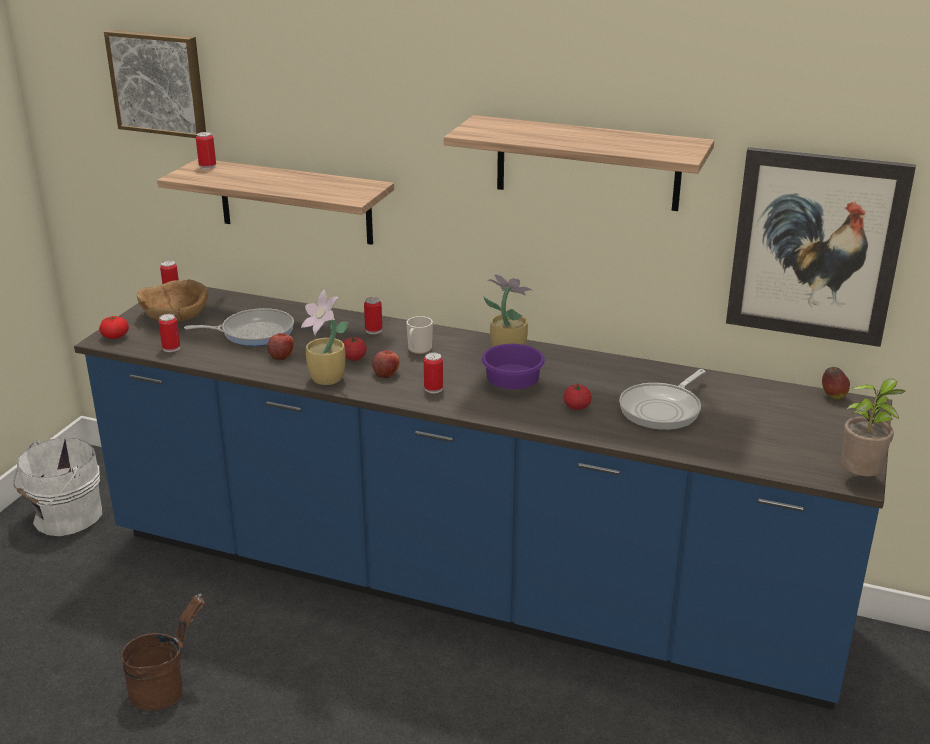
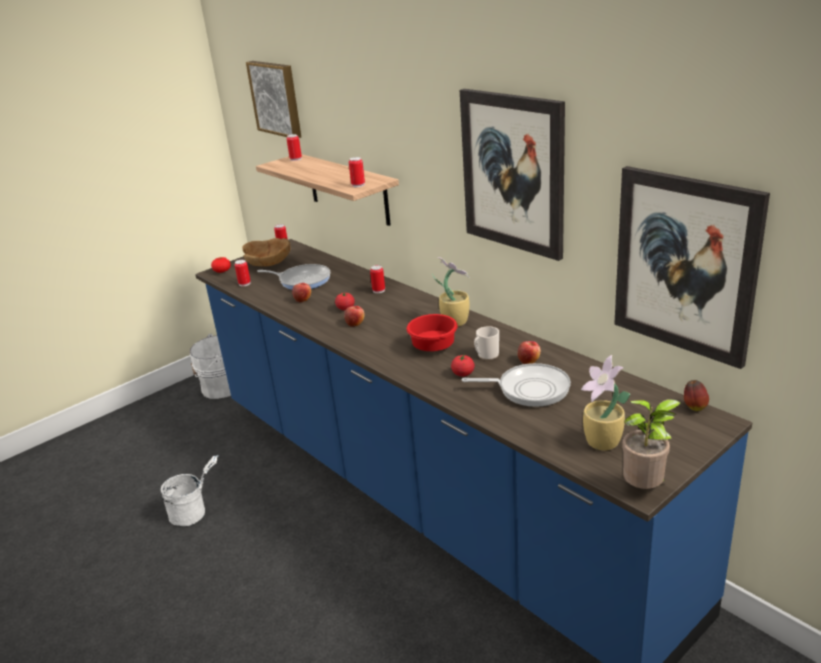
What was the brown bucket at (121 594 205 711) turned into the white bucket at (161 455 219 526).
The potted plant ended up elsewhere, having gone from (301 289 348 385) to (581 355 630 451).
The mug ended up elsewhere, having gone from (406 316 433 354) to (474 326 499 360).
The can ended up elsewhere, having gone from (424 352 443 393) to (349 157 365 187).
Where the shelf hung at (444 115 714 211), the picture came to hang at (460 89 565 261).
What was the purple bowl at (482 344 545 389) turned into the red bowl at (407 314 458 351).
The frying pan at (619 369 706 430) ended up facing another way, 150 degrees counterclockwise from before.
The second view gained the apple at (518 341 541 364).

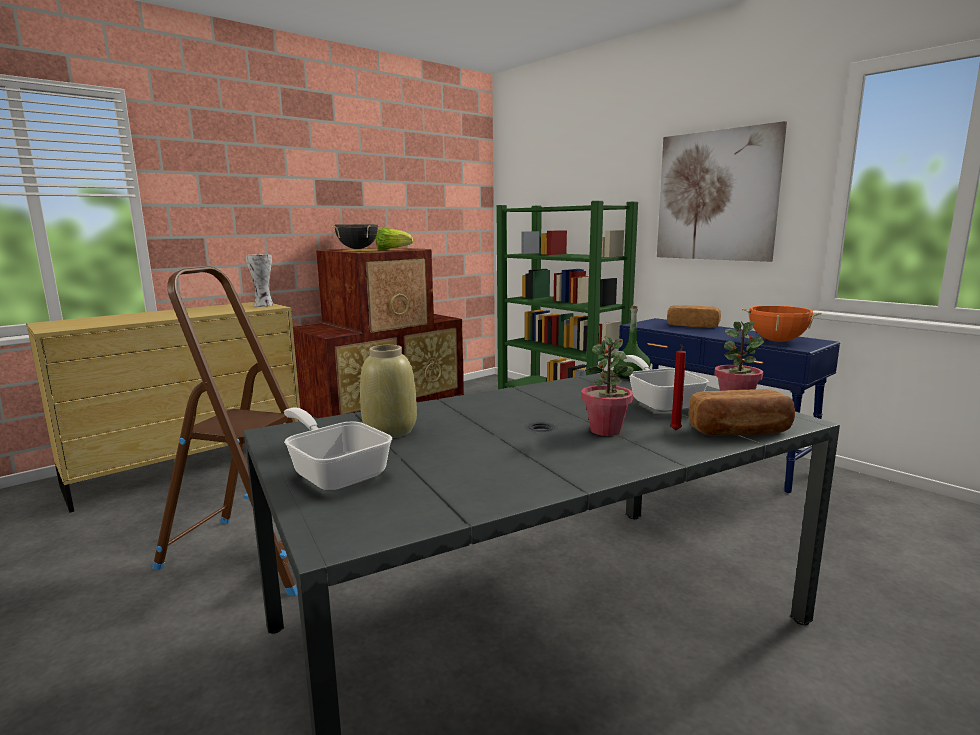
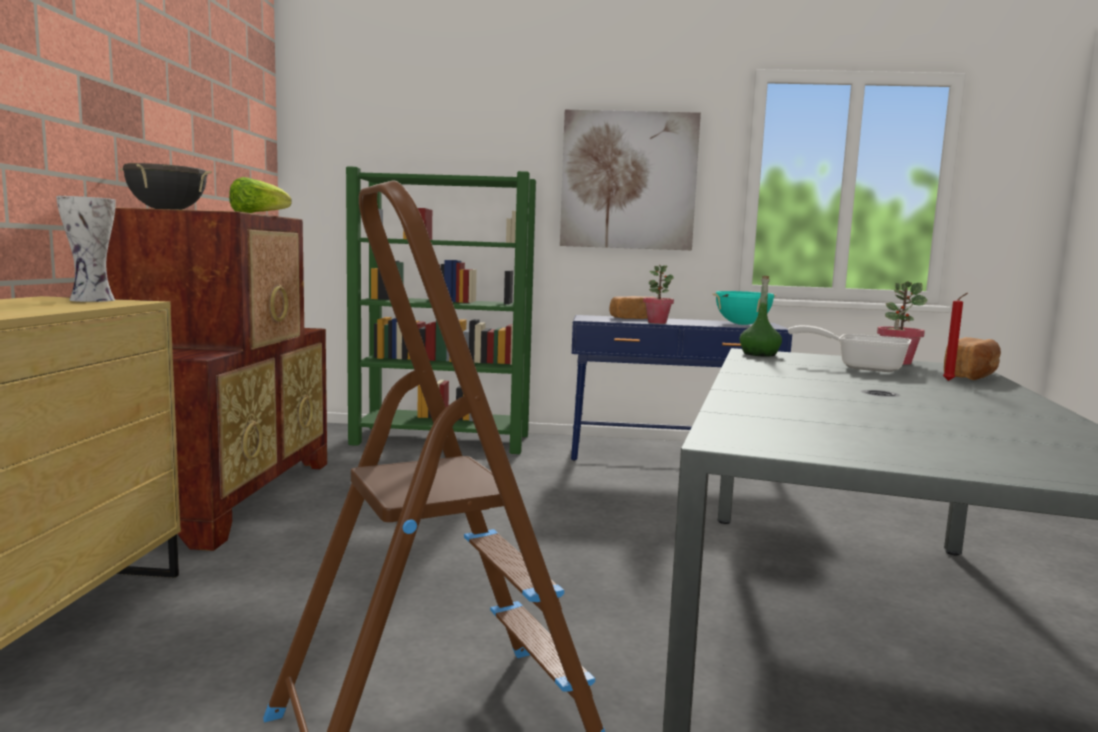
The second view lost the frying pan at (284 407 392 491).
The second view lost the beige vase at (360 345 417 438).
The potted plant ended up elsewhere, having gone from (581 337 633 436) to (643 265 674 324).
What was the orange cooking pot at (742 305 822 342) turned into the turquoise cooking pot at (712 291 776 325).

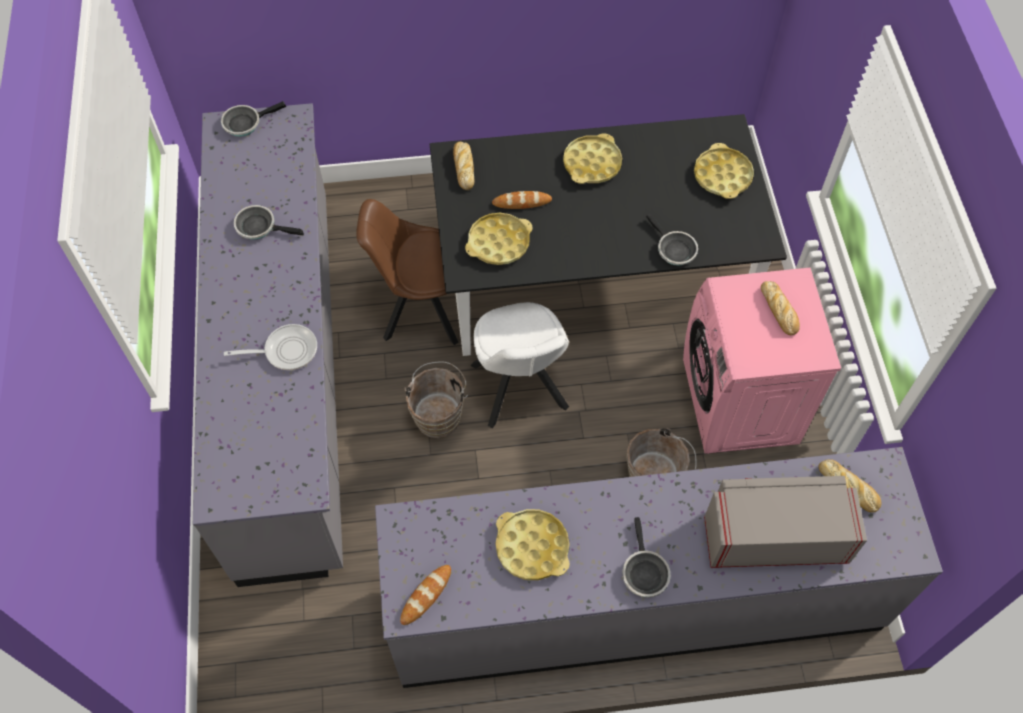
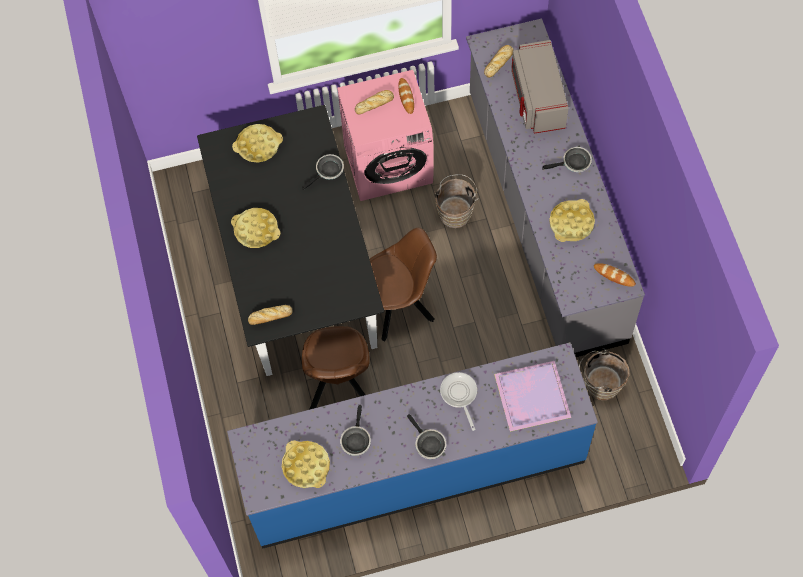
What was the grey counter at (193 103 343 587) turned into the blue counter at (227 342 598 549).
The frying pan ended up elsewhere, having gone from (221 101 286 137) to (407 414 446 459).
The brown bucket ended up elsewhere, having gone from (404 361 468 438) to (579 348 630 400).
The yellow tray ended up elsewhere, having gone from (465 213 532 265) to (282 440 330 488).
What was the white chair at (470 302 569 428) turned into the brown chair at (370 228 437 341).
The bread ended up elsewhere, having gone from (492 191 552 209) to (398 78 414 114).
The second view gained the purple tray at (494 361 571 432).

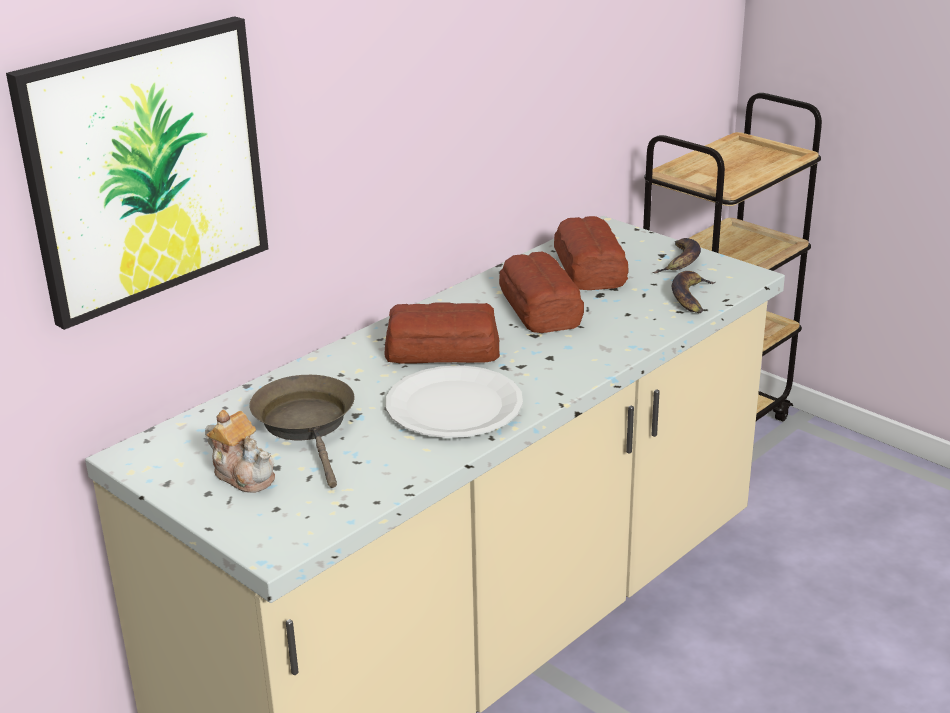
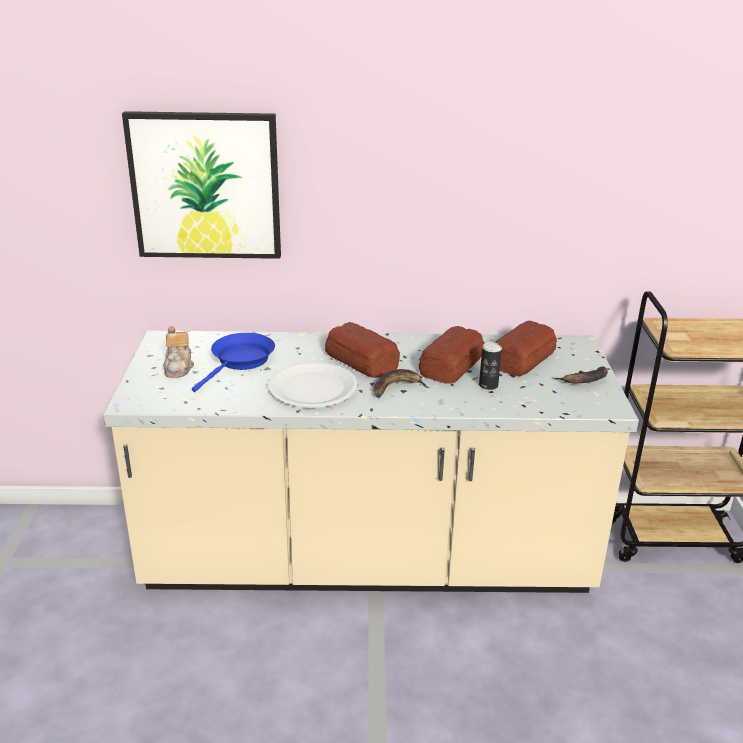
What was the brown frying pan at (249 375 355 488) turned into the blue frying pan at (192 333 275 392).
The banana ended up elsewhere, having gone from (672 271 715 313) to (373 369 429 398).
The second view gained the can at (479 342 502 390).

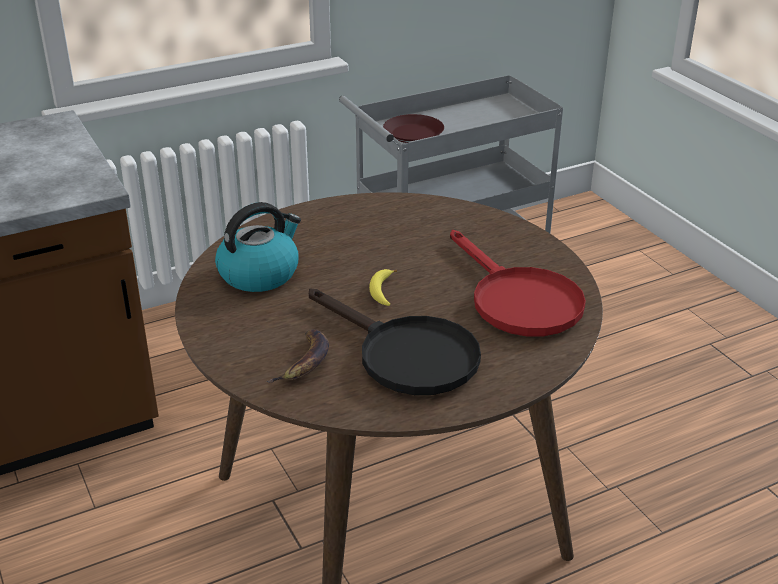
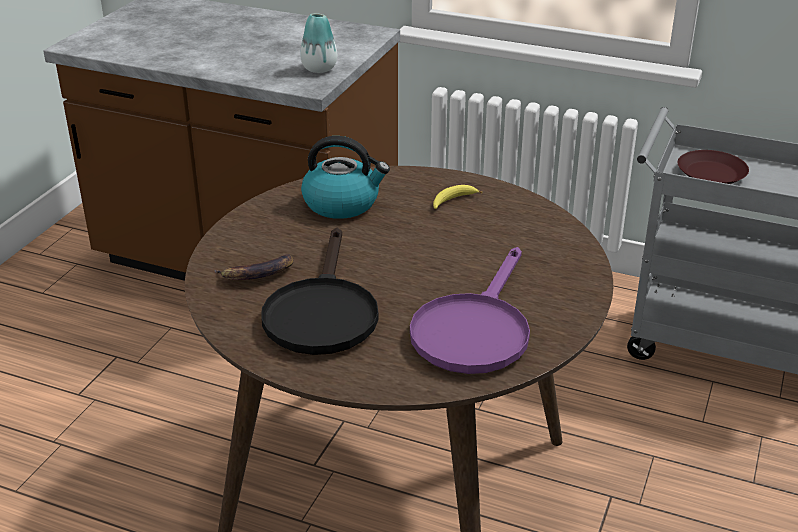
The banana ended up elsewhere, having gone from (369 269 397 306) to (433 185 482 209).
What was the red frying pan at (450 230 586 336) turned into the purple frying pan at (410 247 530 374).
The second view gained the vase at (301 13 337 73).

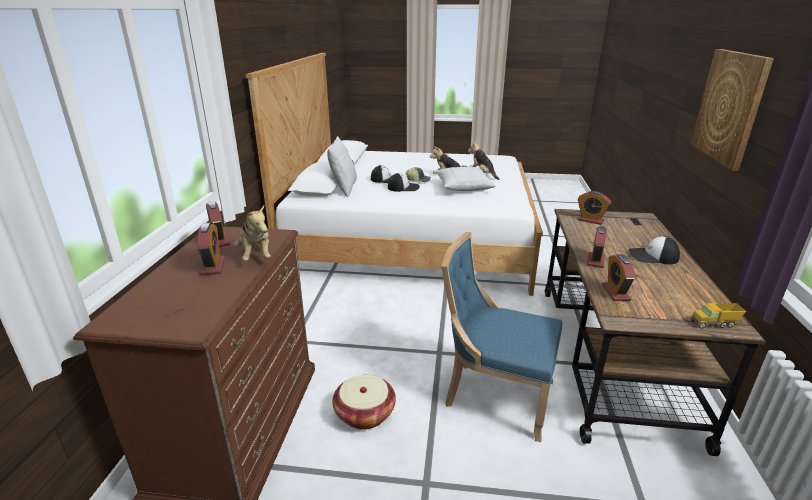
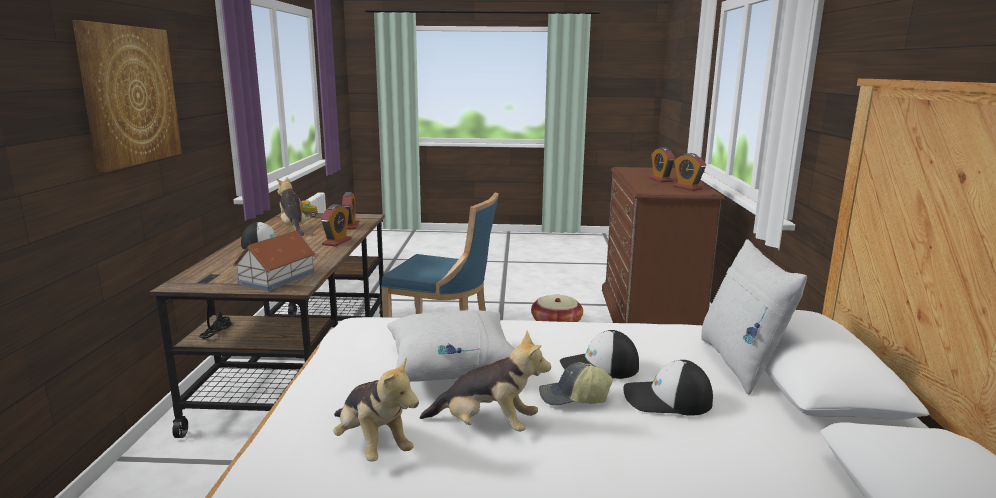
The plush toy ended up elsewhere, having gone from (233 205 271 261) to (277 178 310 236).
Where the alarm clock stood at (577 191 611 225), the toy house came to stand at (233 231 315 291).

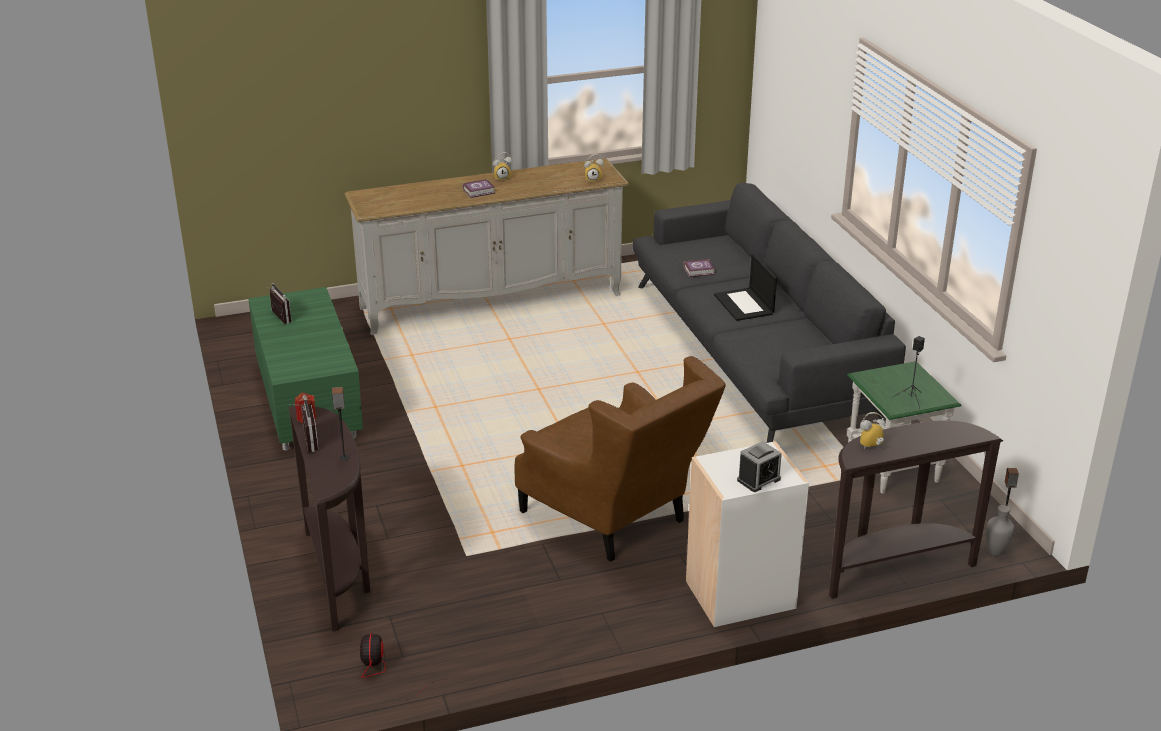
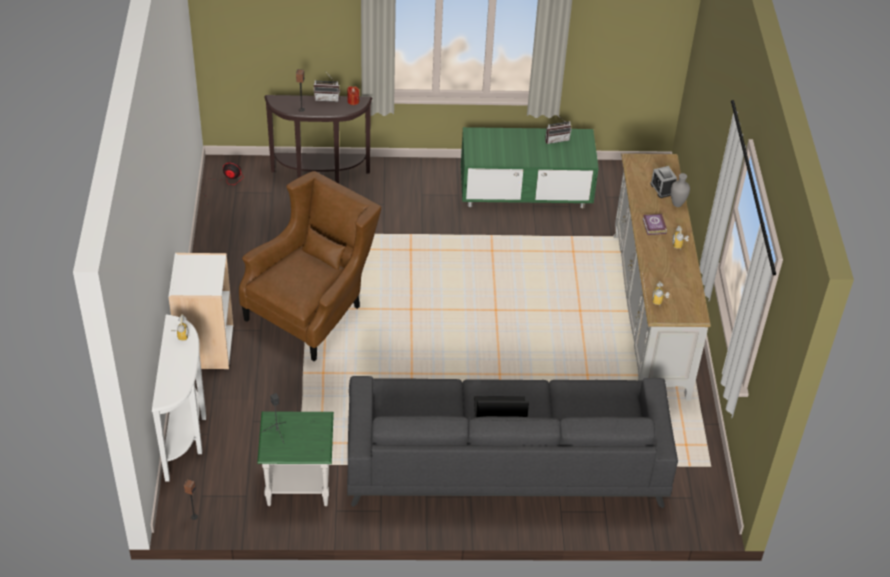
The brown armchair at (515 356 726 562) ended up facing another way, 150 degrees clockwise from before.
The second view lost the book at (684 259 715 277).
The alarm clock ended up elsewhere, having gone from (737 441 782 492) to (650 166 677 198).
What was the brown console table at (829 420 1003 599) turned into the white console table at (152 314 206 481).
The grey vase ended up elsewhere, having gone from (986 505 1015 556) to (671 173 690 207).

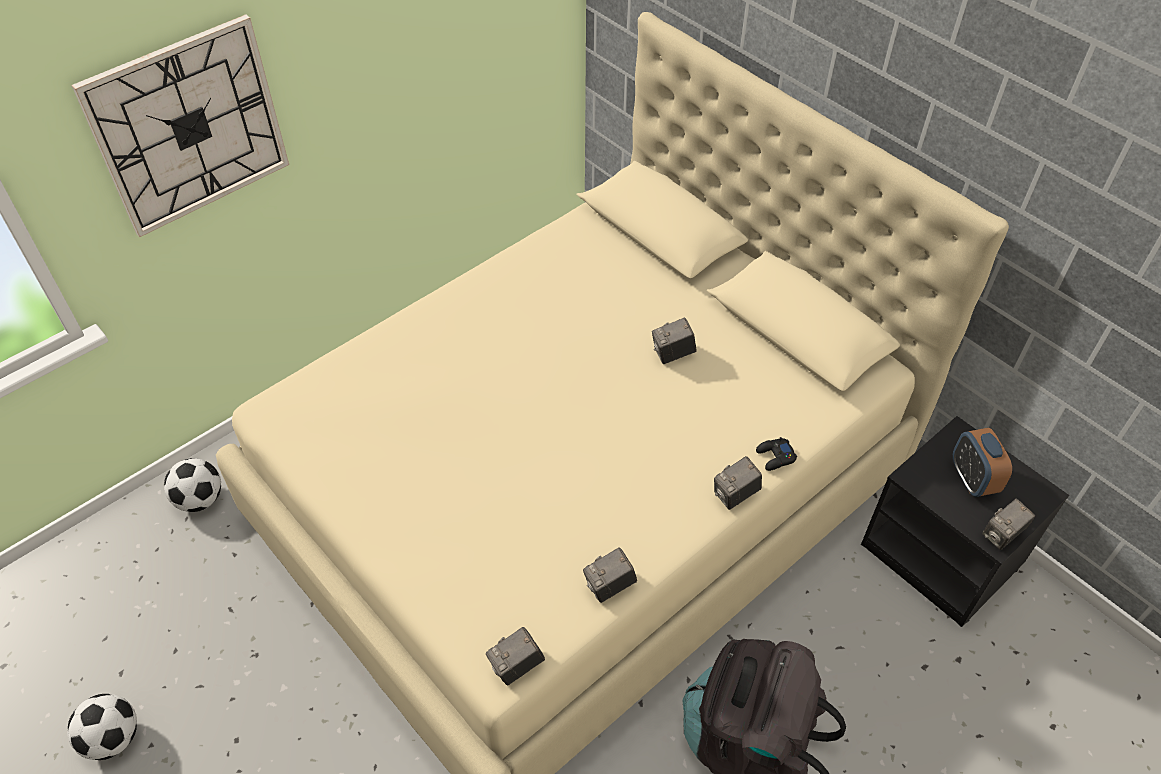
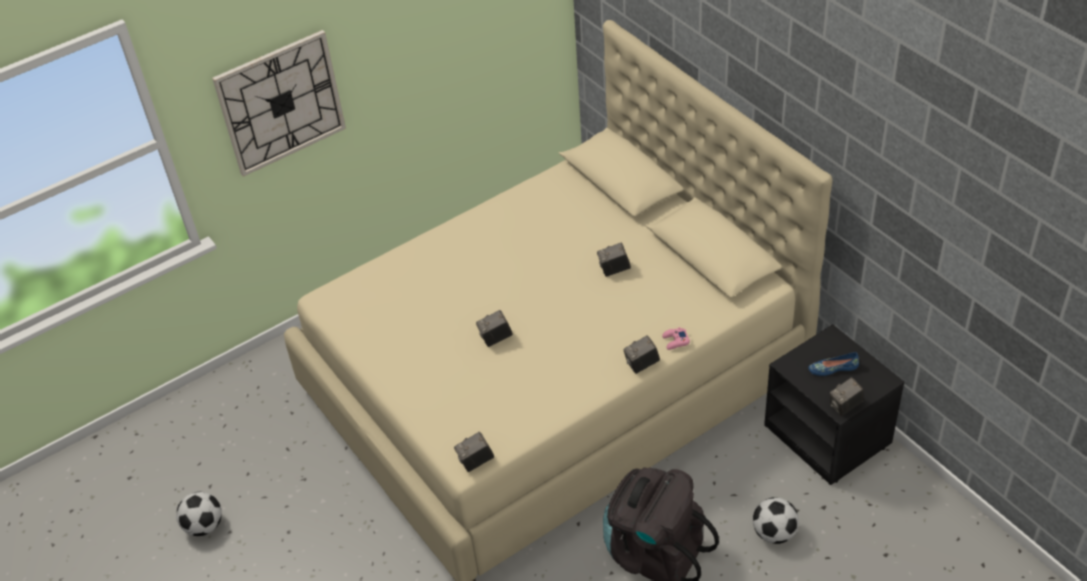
The football ended up elsewhere, having gone from (164 458 221 512) to (753 497 799 544).
The photo camera ended up elsewhere, having gone from (583 547 637 603) to (476 310 513 347).
What was the black game controller at (756 437 797 471) turned into the pink game controller at (662 327 690 350).
Where the alarm clock stood at (953 428 1012 497), the blue shoe came to stand at (808 352 859 376).

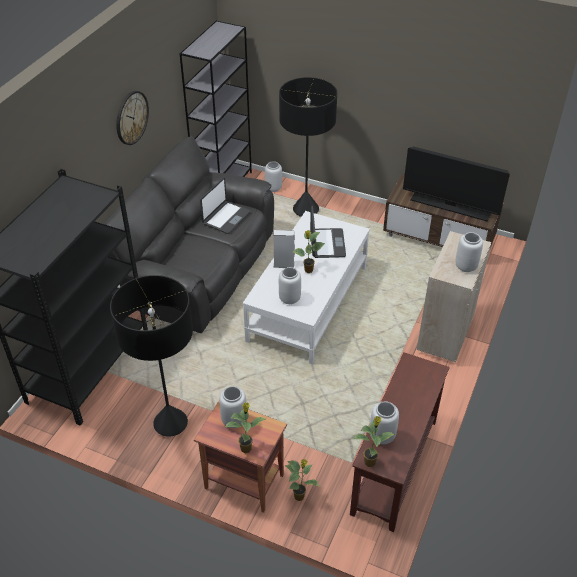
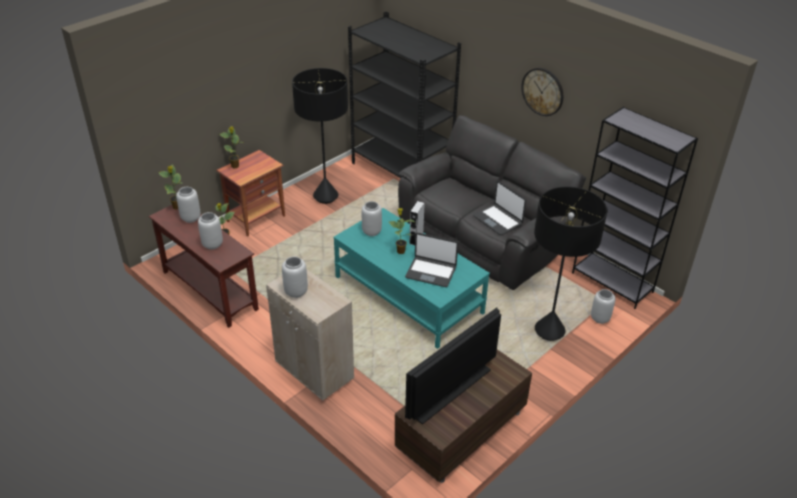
The grey vase ended up elsewhere, having gone from (219 386 246 428) to (198 212 223 249).
What was the white coffee table at (243 211 370 364) turned into the turquoise coffee table at (333 208 490 349).

